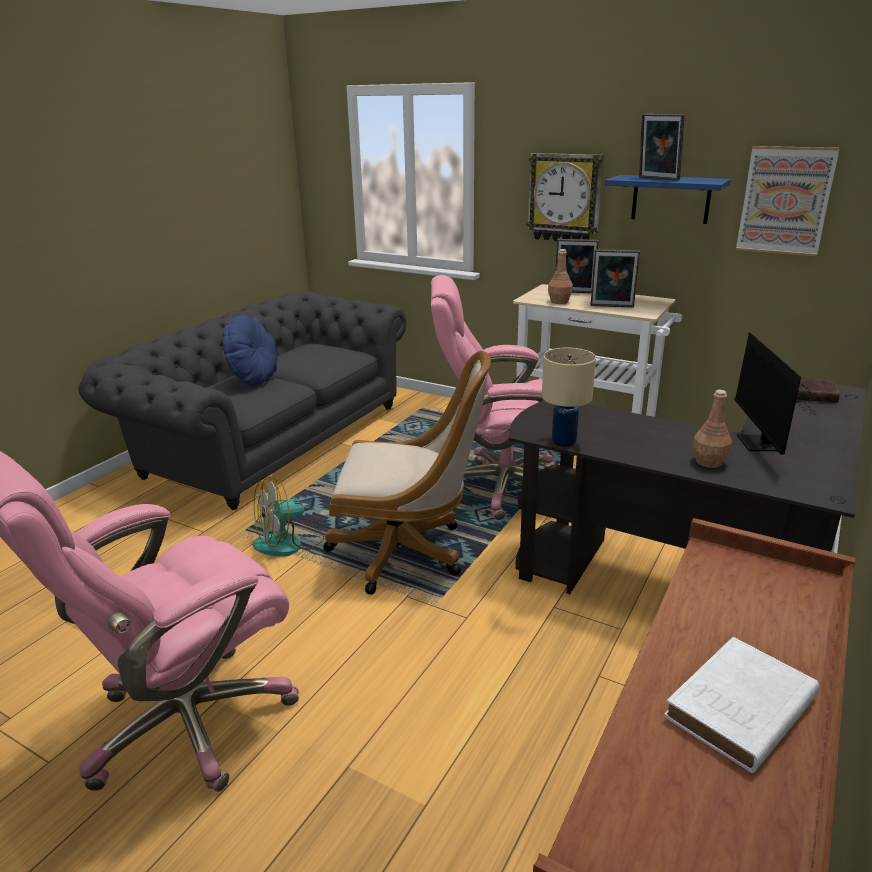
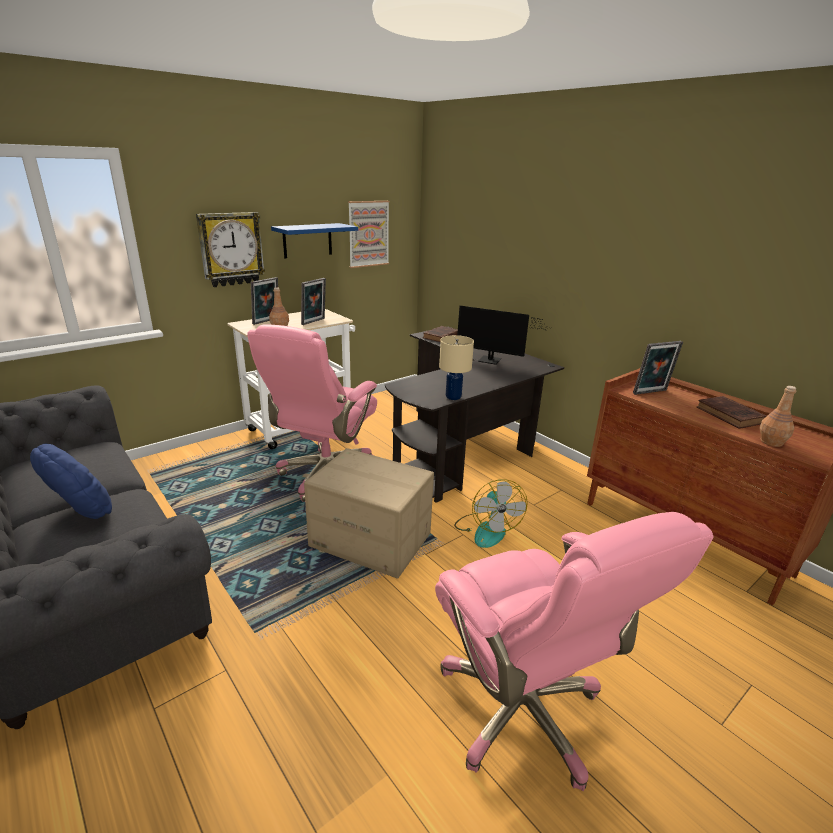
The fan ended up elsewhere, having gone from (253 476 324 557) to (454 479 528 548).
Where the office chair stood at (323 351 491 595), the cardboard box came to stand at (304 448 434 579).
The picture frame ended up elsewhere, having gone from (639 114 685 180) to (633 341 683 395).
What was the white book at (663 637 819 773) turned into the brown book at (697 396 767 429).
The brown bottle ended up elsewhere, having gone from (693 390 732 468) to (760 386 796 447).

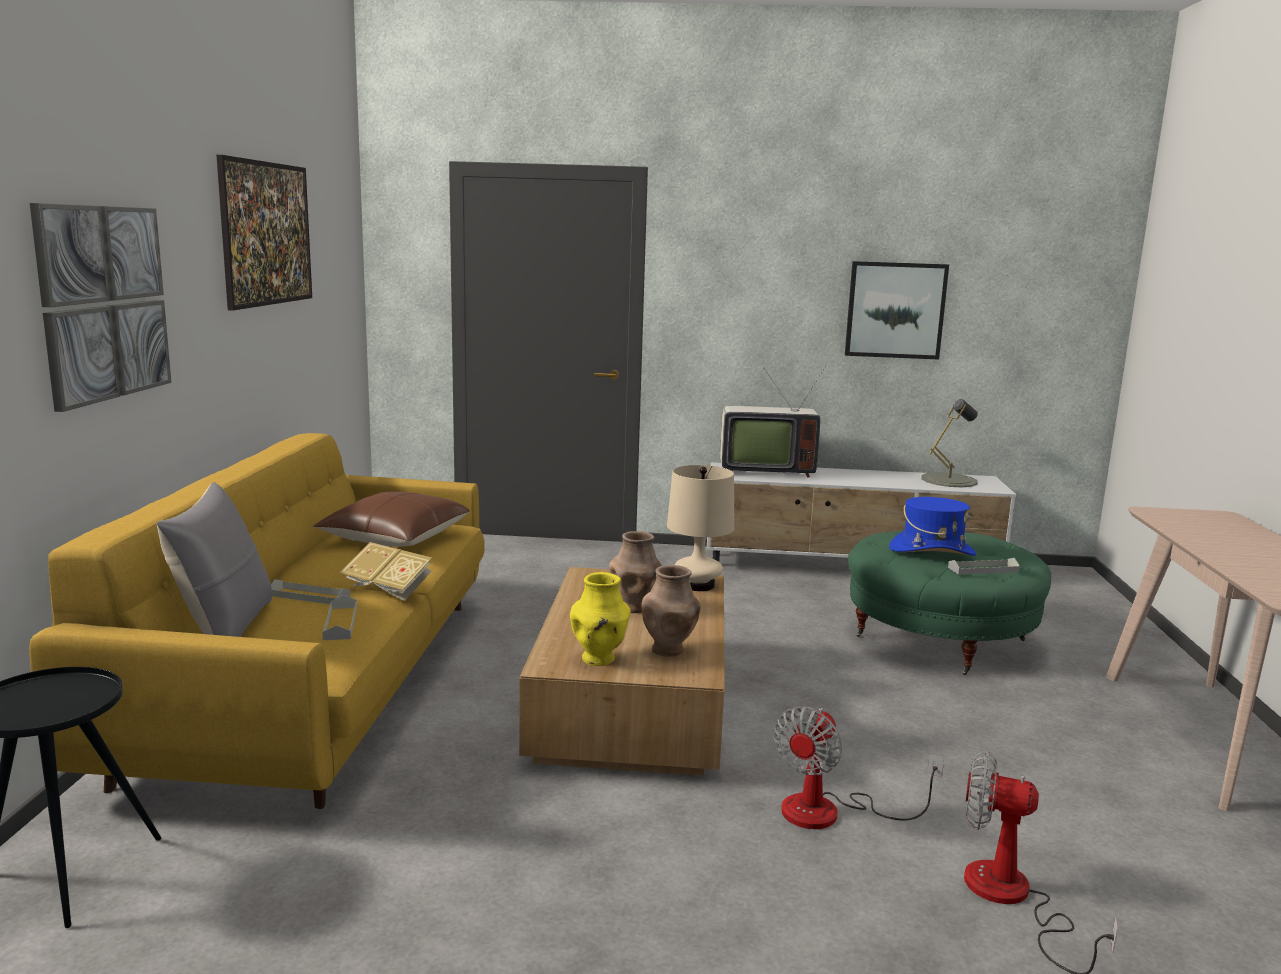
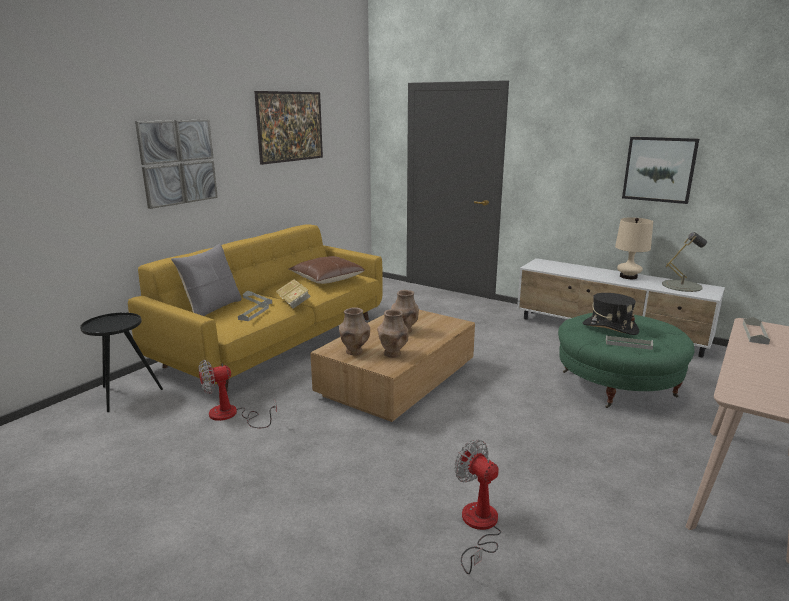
What was the yellow vase at (570 572 631 666) turned into the brown vase at (339 307 370 355).
The beige table lamp ended up elsewhere, having gone from (667 465 734 591) to (615 217 653 279).
The second view lost the television at (720 366 826 478).
The fan ended up elsewhere, having gone from (773 707 944 829) to (199 360 277 428).
What was the blue hat at (889 497 976 556) turned into the black hat at (583 293 639 335).
The second view gained the grey tray at (743 317 770 345).

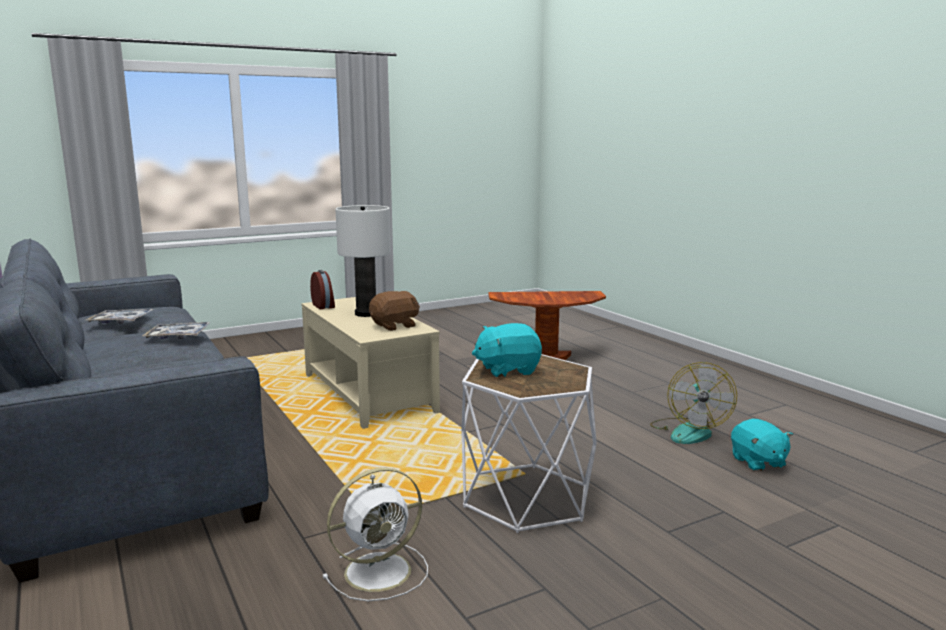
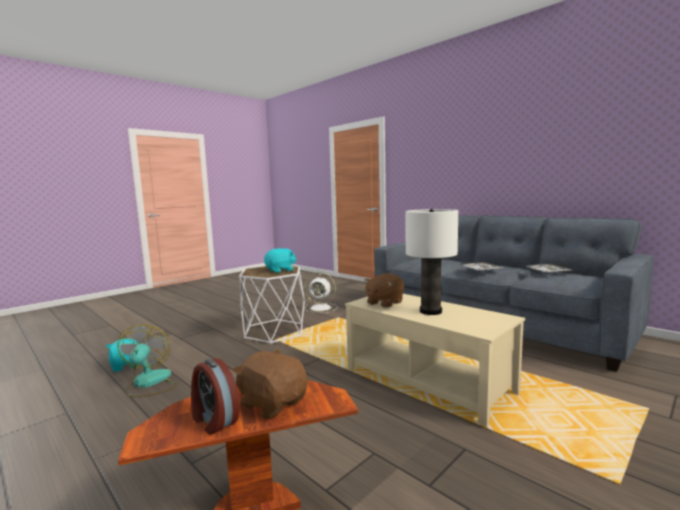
The alarm clock ended up elsewhere, having gone from (310 270 335 309) to (191 358 239 435).
The white fan at (323 468 428 601) ended up facing another way, 120 degrees counterclockwise from before.
The second view gained the brown plush toy at (233 349 308 420).

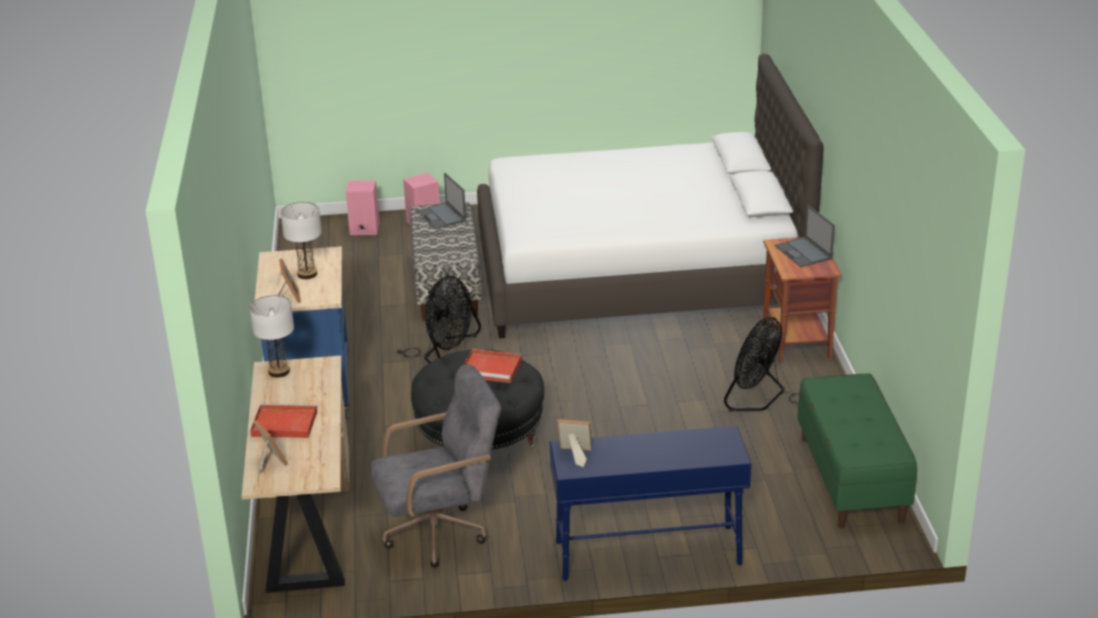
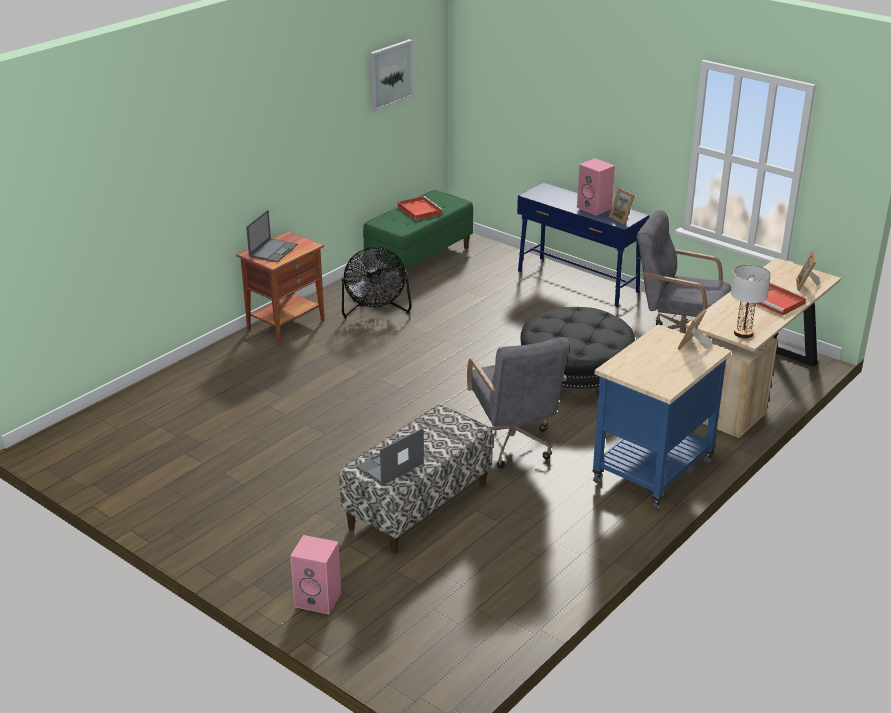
The second view lost the table lamp at (281 202 322 279).
The pink speaker ended up elsewhere, having gone from (346 180 380 235) to (577 158 615 216).
Where the black fan stood at (396 276 481 363), the grey office chair came to stand at (467 337 570 468).
The laptop at (417 173 466 229) ended up facing another way, 150 degrees counterclockwise from before.
The red tray ended up elsewhere, having gone from (463 349 522 383) to (398 196 443 220).
The second view lost the white bed at (477 54 824 338).
The second view gained the picture at (370 39 414 111).

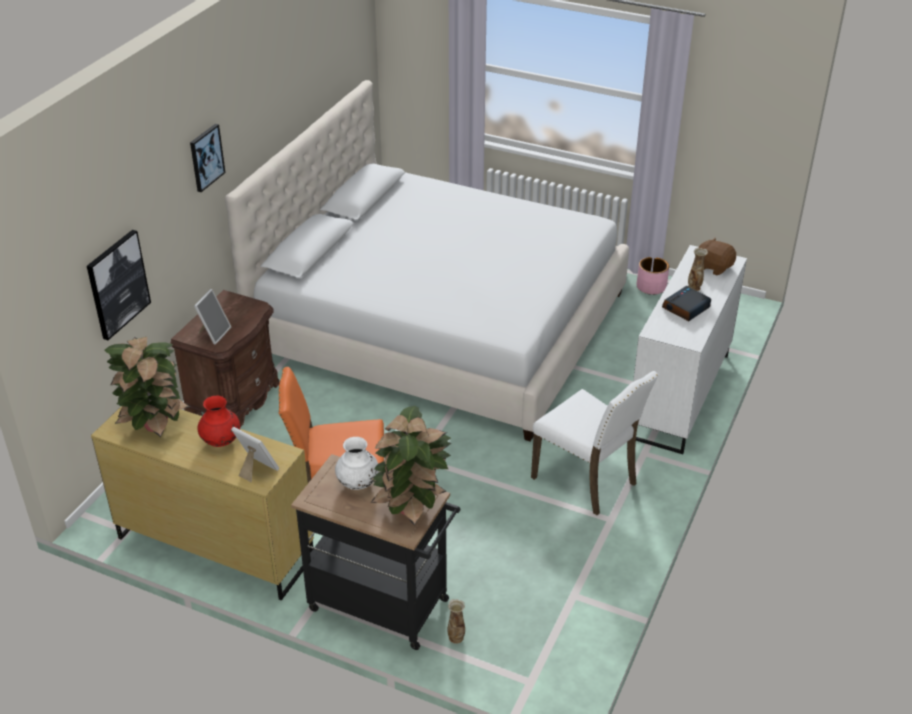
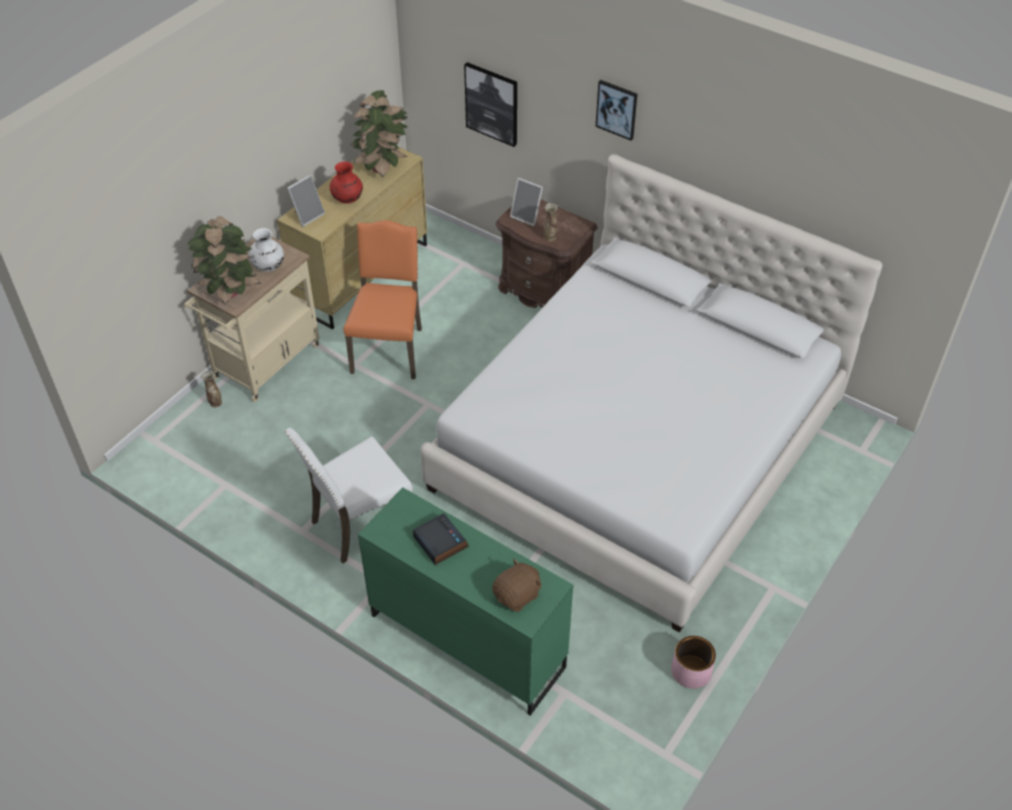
What was the black cart at (291 454 461 650) turned into the beige cart at (184 237 320 402).
What was the white dresser at (633 245 747 454) turned into the green dresser at (358 487 574 716).
The vase ended up elsewhere, having gone from (688 248 708 291) to (544 203 558 242).

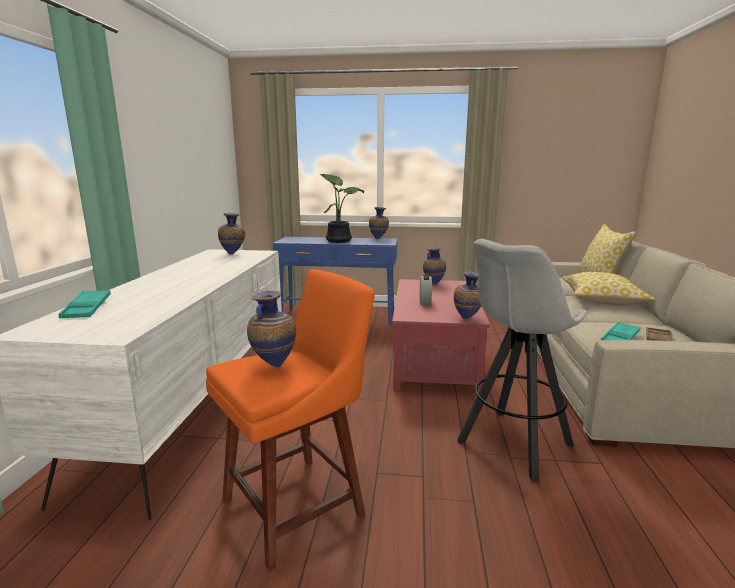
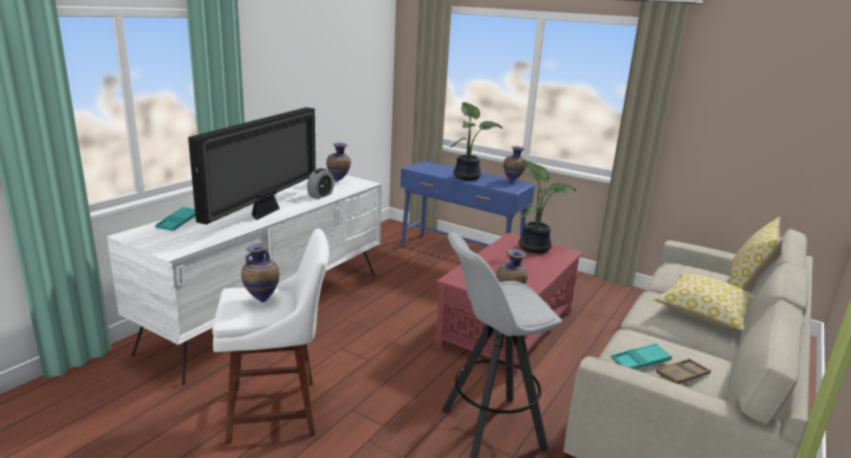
What was the orange stool at (206 269 375 571) turned into the white stool at (212 229 329 444).
The alarm clock ended up elsewhere, having gone from (420 275 432 305) to (307 168 334 199).
Where the vase stood at (423 247 446 285), the potted plant came to stand at (519 160 576 253).
The second view gained the television at (188 107 316 225).

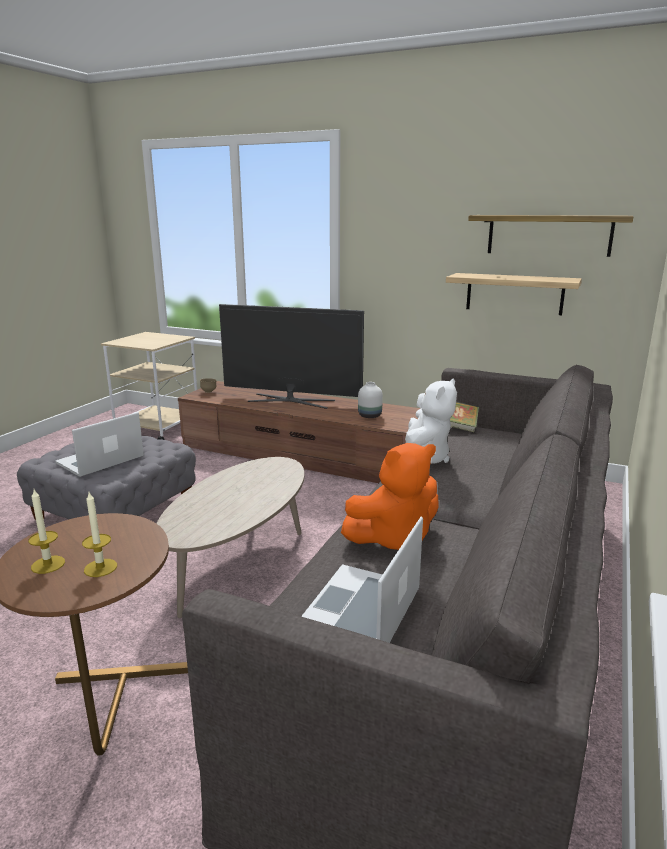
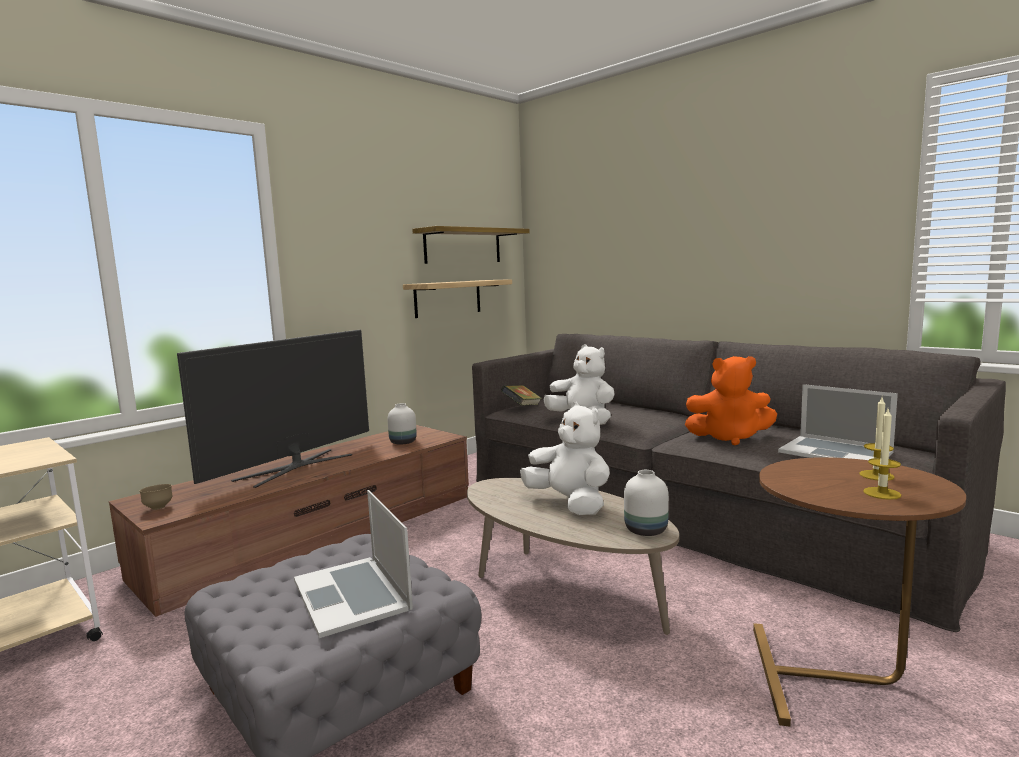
The orange plush toy at (341 443 438 550) ended up facing another way, 105 degrees clockwise from before.
The second view gained the white plush toy at (520 402 610 515).
The second view gained the white vase at (624 470 669 536).

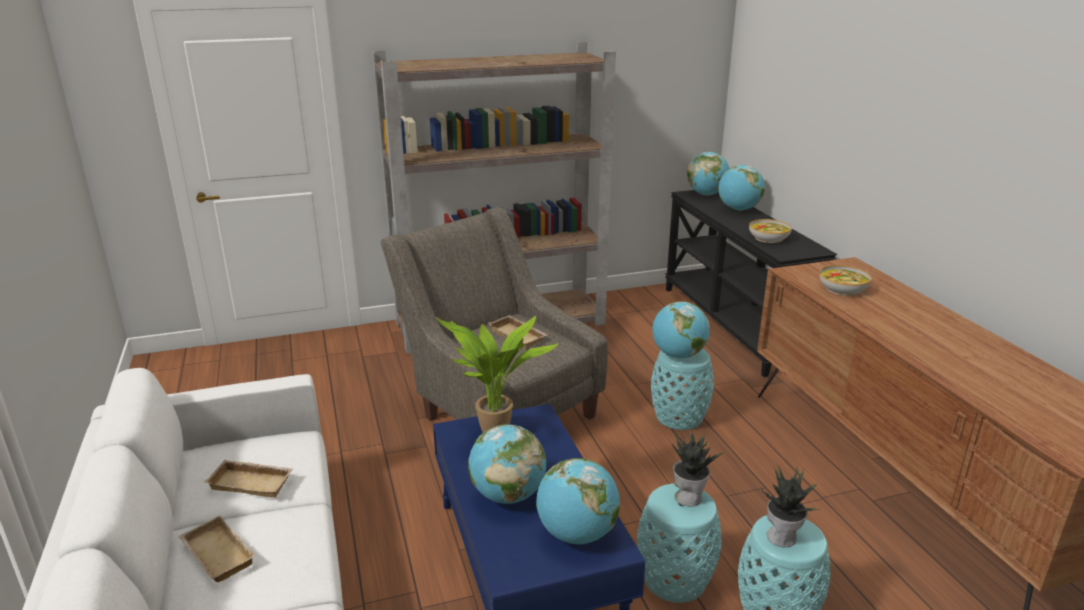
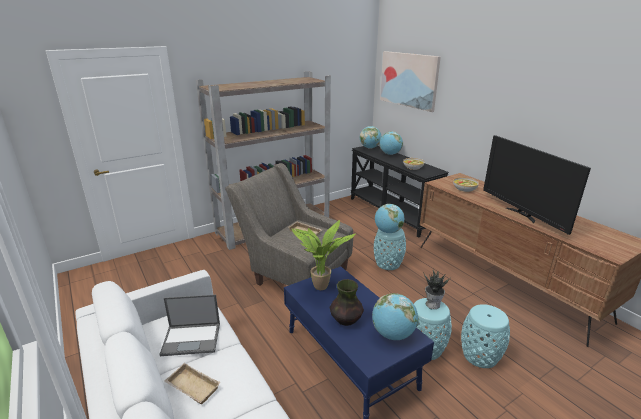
Where the beige tray stood at (204 460 293 498), the laptop came to stand at (159 295 220 356).
Where the globe stood at (468 424 547 504), the vase came to stand at (330 279 364 326).
The second view lost the potted plant at (761 465 821 547).
The second view gained the picture at (380 51 441 112).
The second view gained the television at (483 135 591 235).

